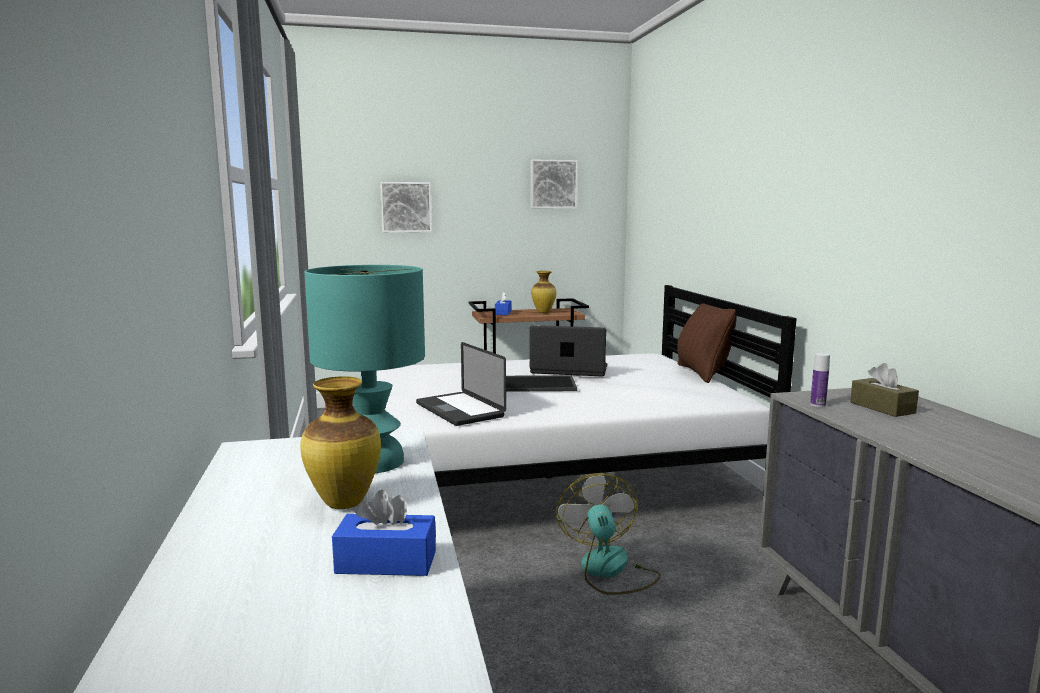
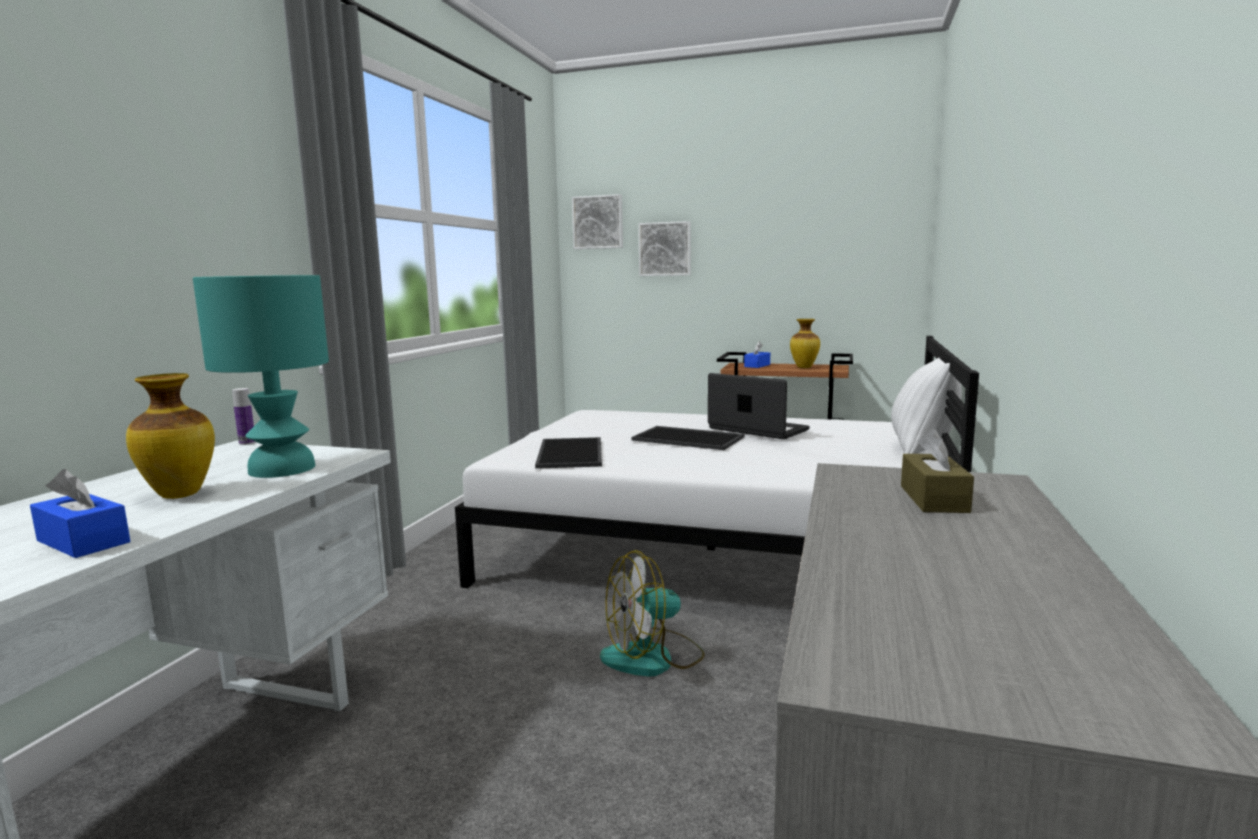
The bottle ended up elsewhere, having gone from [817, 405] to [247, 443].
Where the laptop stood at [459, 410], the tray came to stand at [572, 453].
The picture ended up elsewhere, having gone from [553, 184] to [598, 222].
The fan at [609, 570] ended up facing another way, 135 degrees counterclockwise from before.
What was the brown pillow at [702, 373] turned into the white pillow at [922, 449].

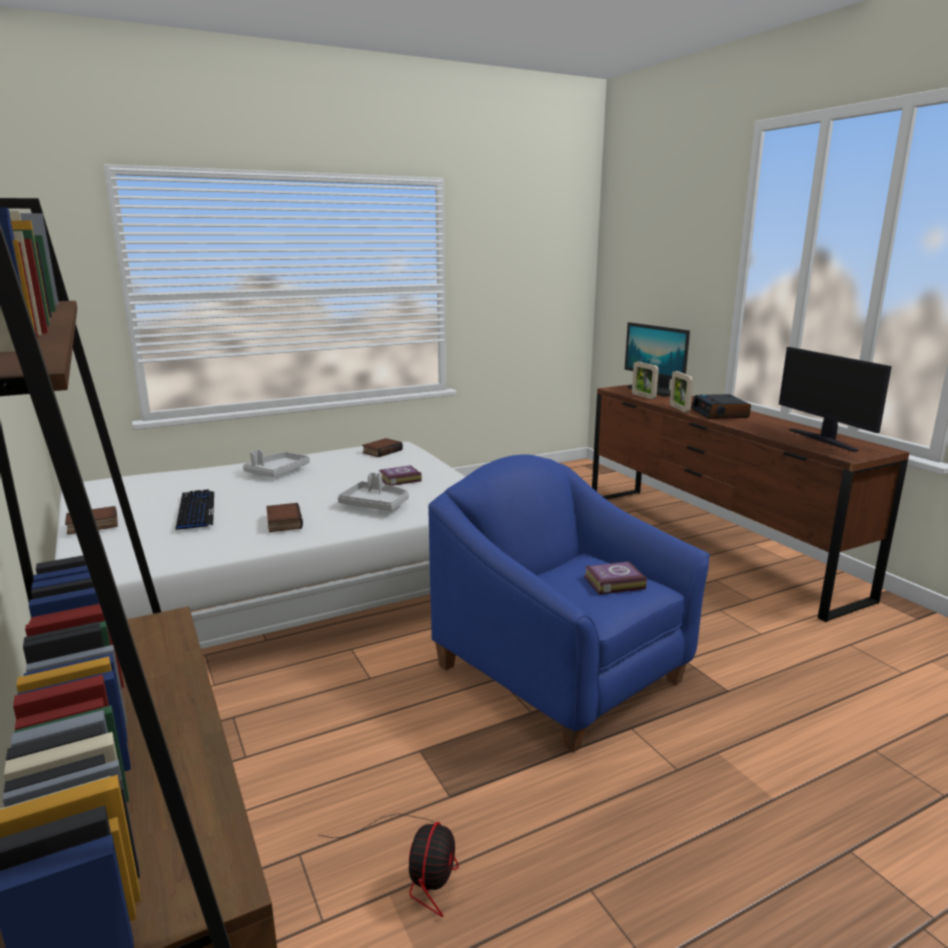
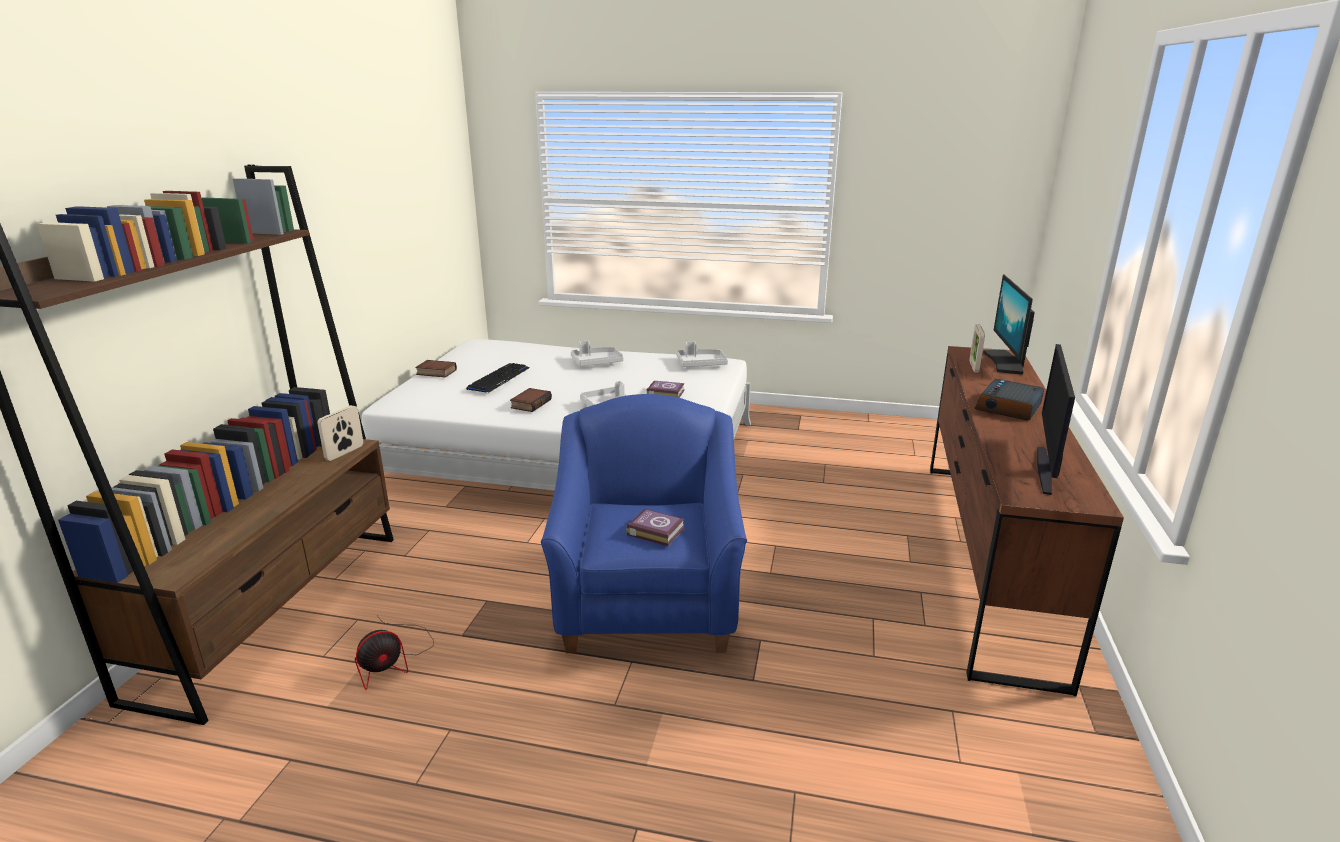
The picture frame ended up elsewhere, having gone from [679, 409] to [344, 453].
Where the book stood at [382, 451], the grey tray came to stand at [701, 364].

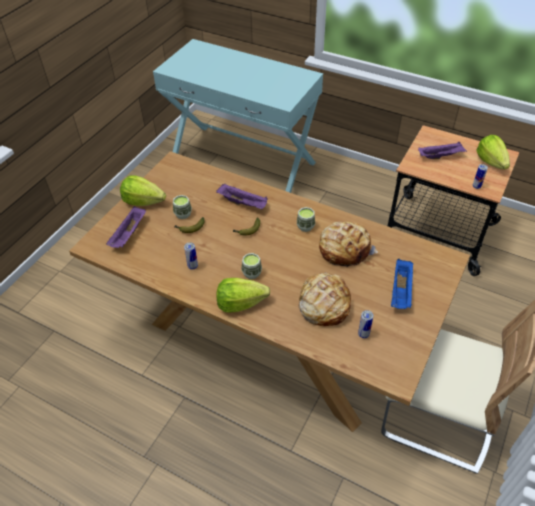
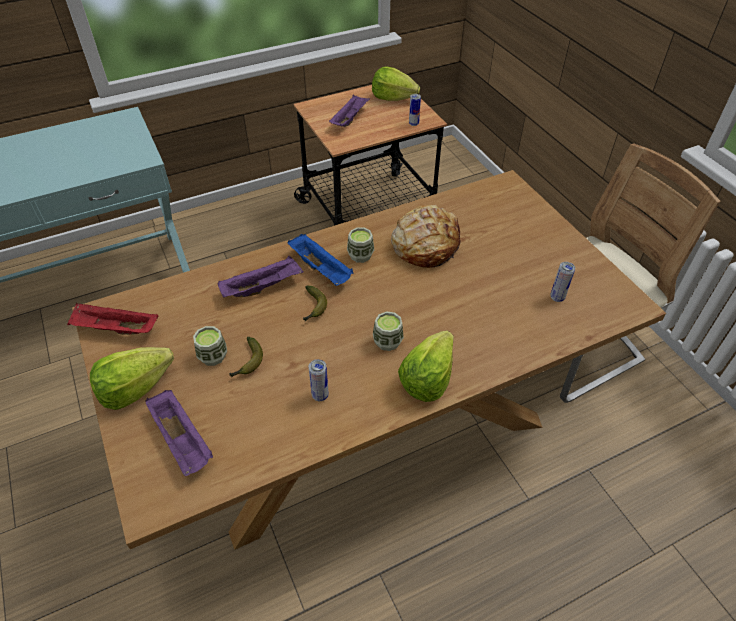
The second view gained the red tray at [115, 329].
The blue tray ended up elsewhere, having gone from [401, 291] to [321, 269].
The second view lost the bread at [323, 305].

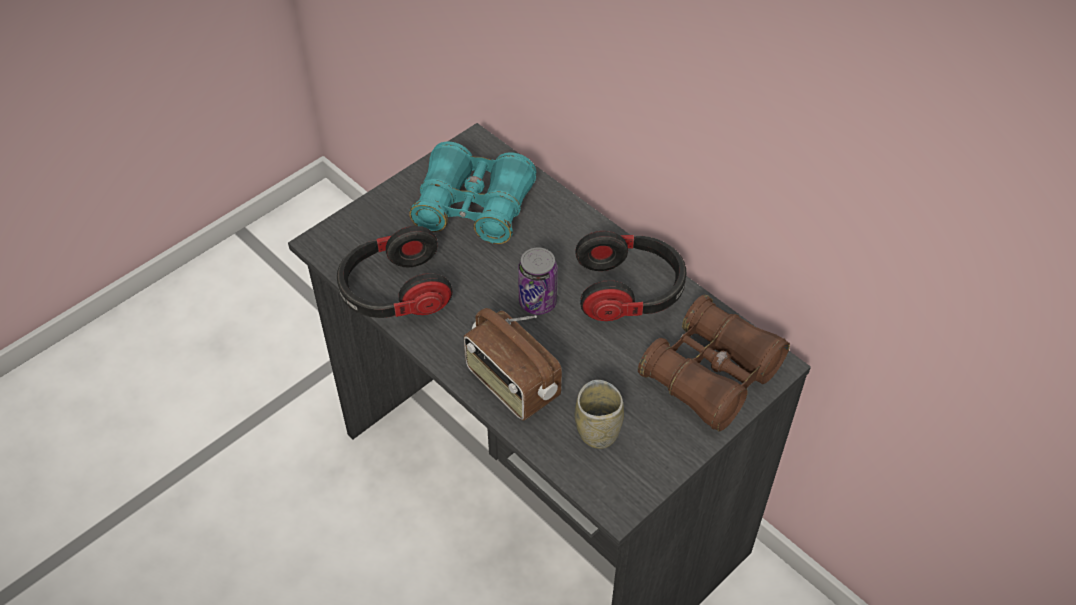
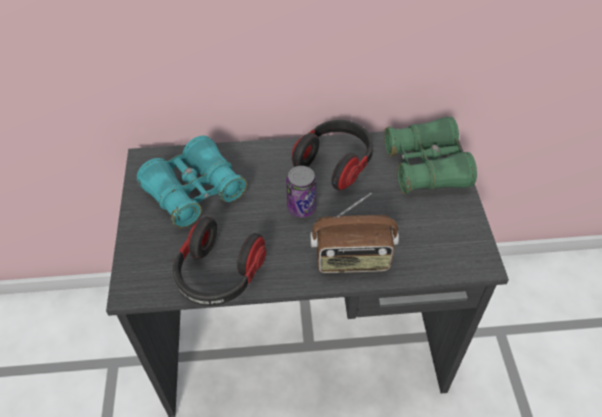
What was the brown binoculars at [711, 375] turned into the green binoculars at [426, 167].
The second view lost the cup at [597, 431].

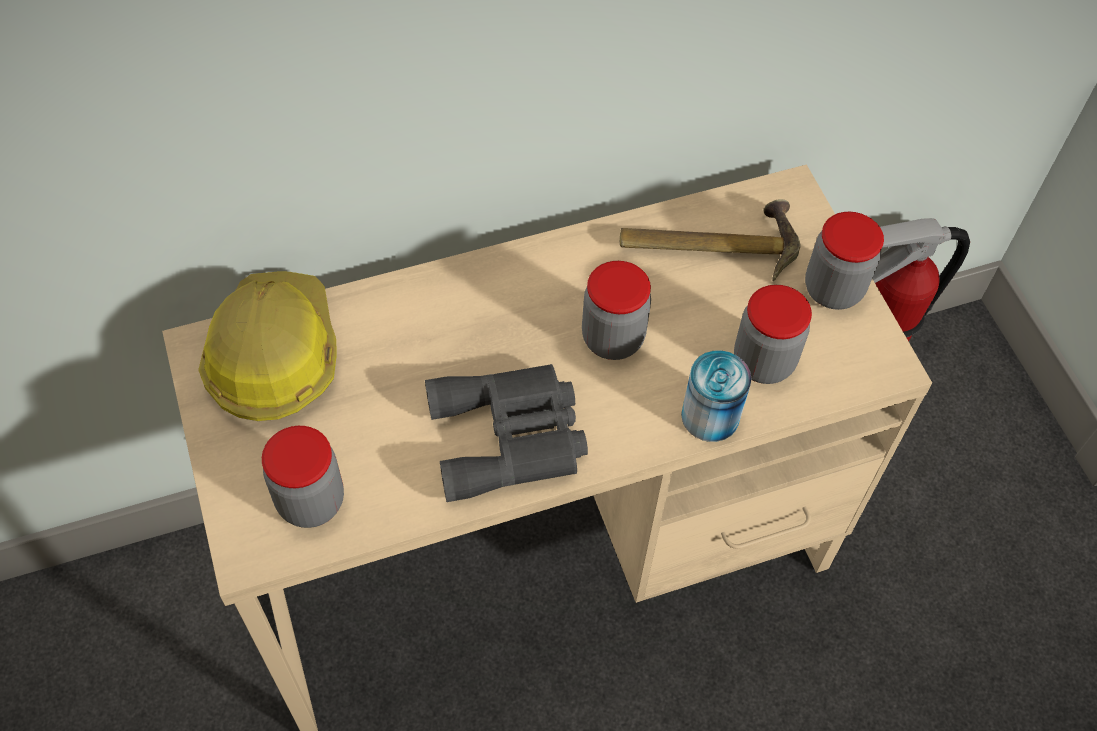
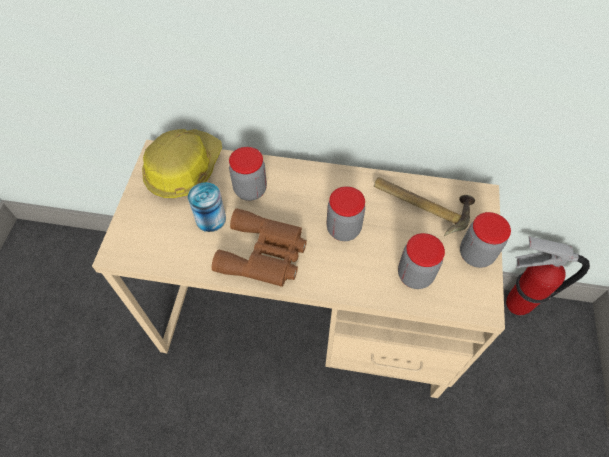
The can ended up elsewhere, having gone from [710, 416] to [210, 219].
What was the grey binoculars at [511, 437] turned into the brown binoculars at [264, 254].
The jar ended up elsewhere, having gone from [311, 501] to [250, 190].

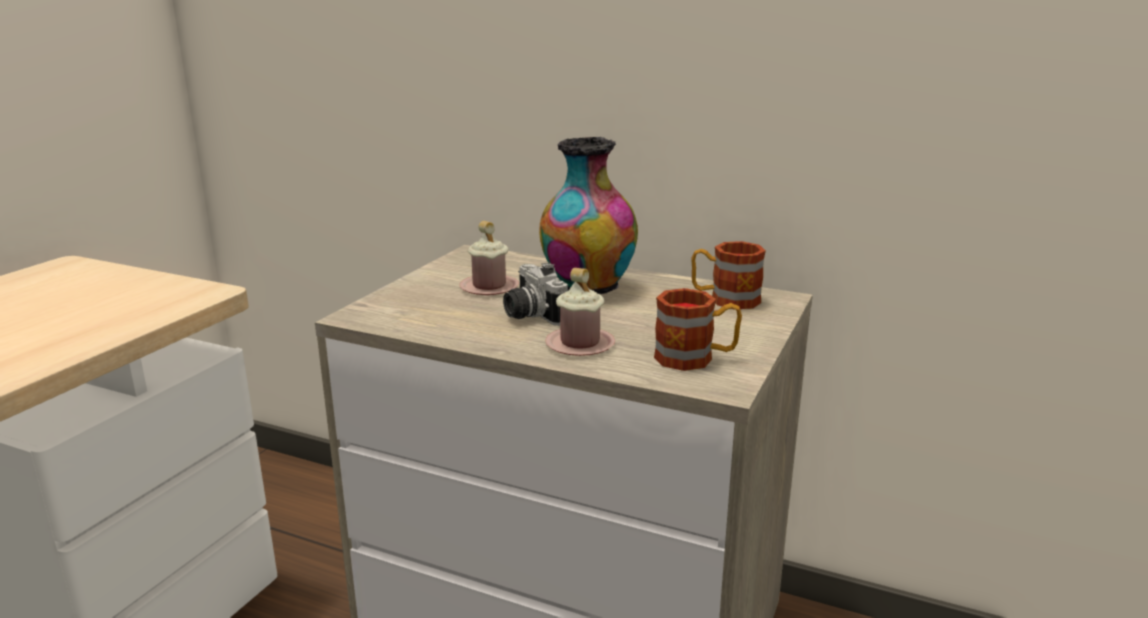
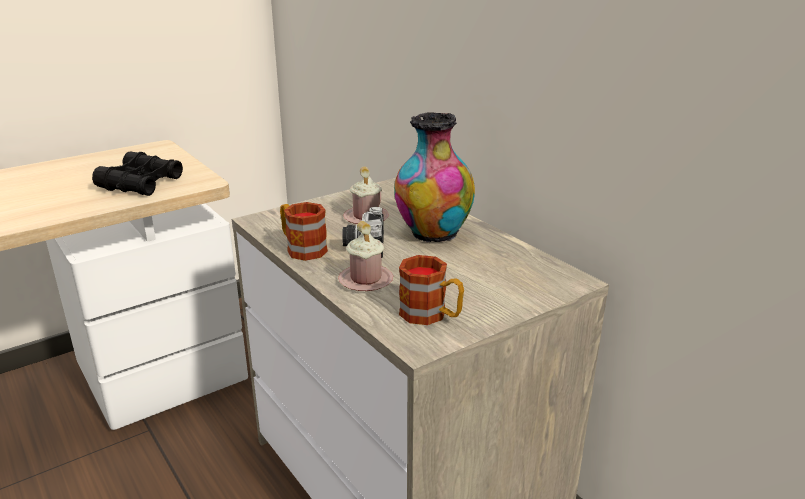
The second view gained the black binoculars at [141, 183].
The mug ended up elsewhere, having gone from [725, 299] to [301, 248].

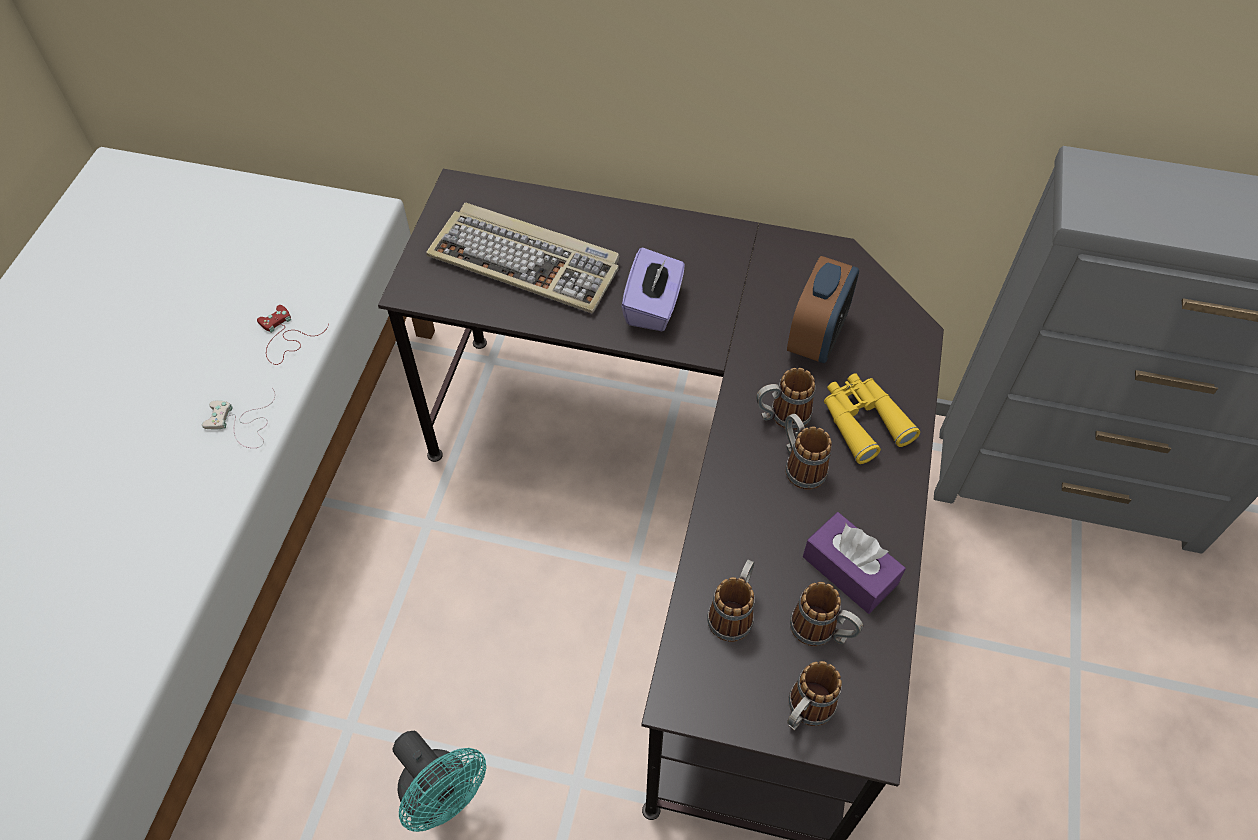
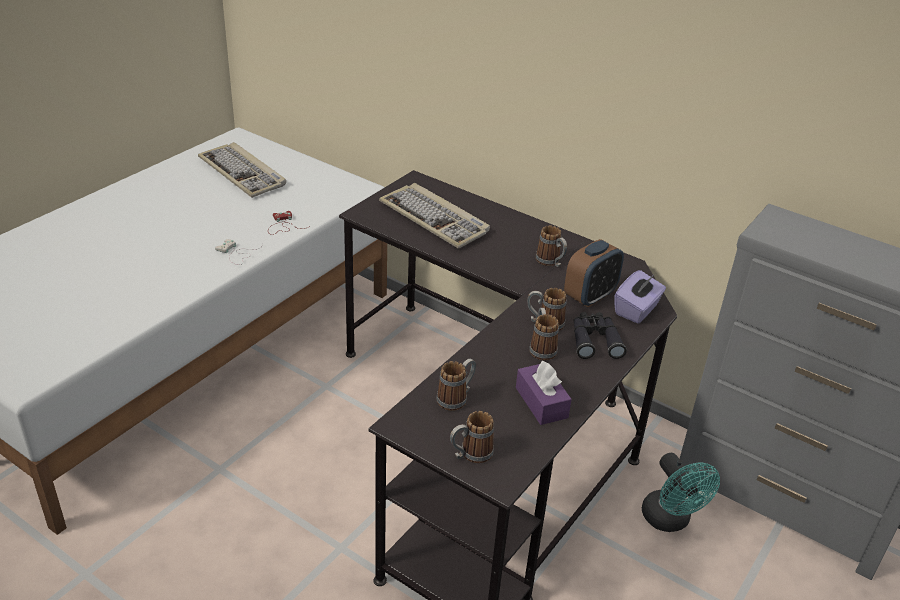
The second view gained the keyboard at [243, 173].
The mug ended up elsewhere, having gone from [822, 631] to [551, 262].
What was the yellow binoculars at [862, 421] turned into the black binoculars at [595, 340].
The purple tissue box ended up elsewhere, having gone from [653, 306] to [637, 310].
The turquoise fan ended up elsewhere, having gone from [444, 798] to [670, 521].

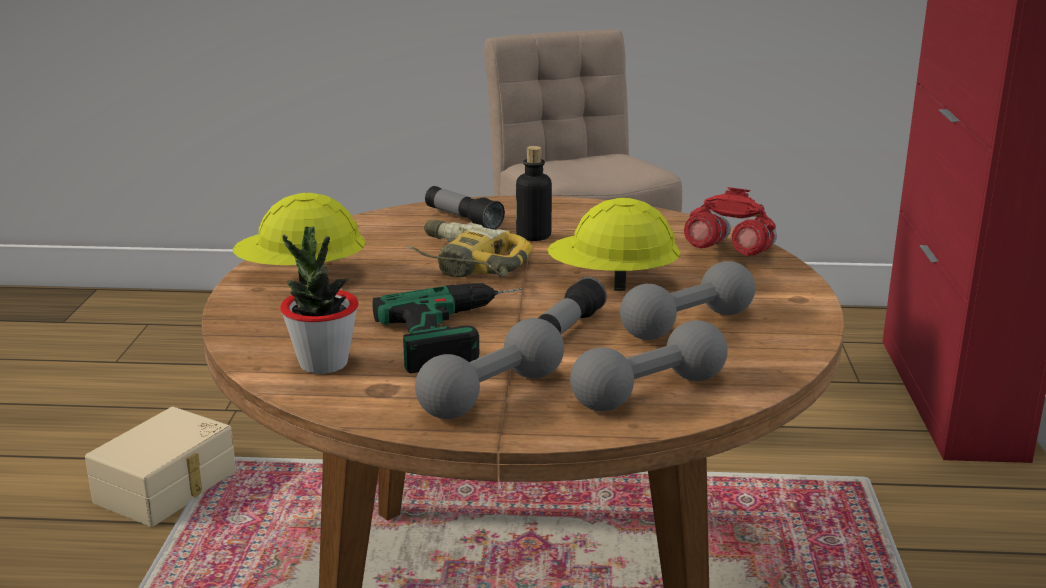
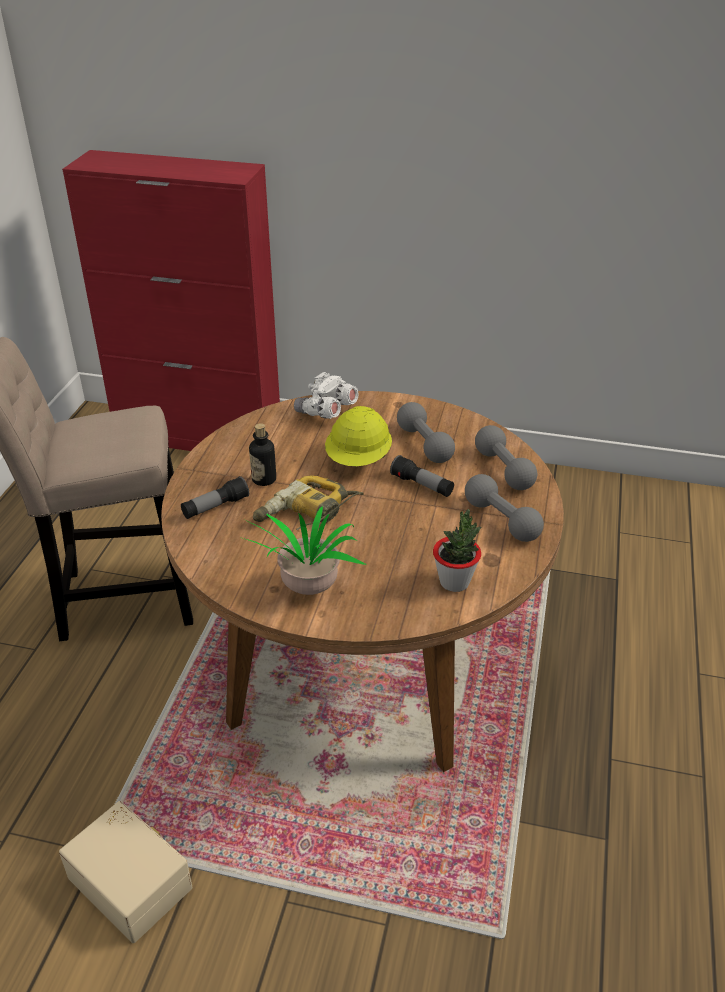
Where the yellow hard hat stood at [302, 278], the potted plant came to stand at [308, 591].
What was the red binoculars at [729, 254] turned into the white binoculars at [326, 412].
The second view lost the power drill at [464, 333].

